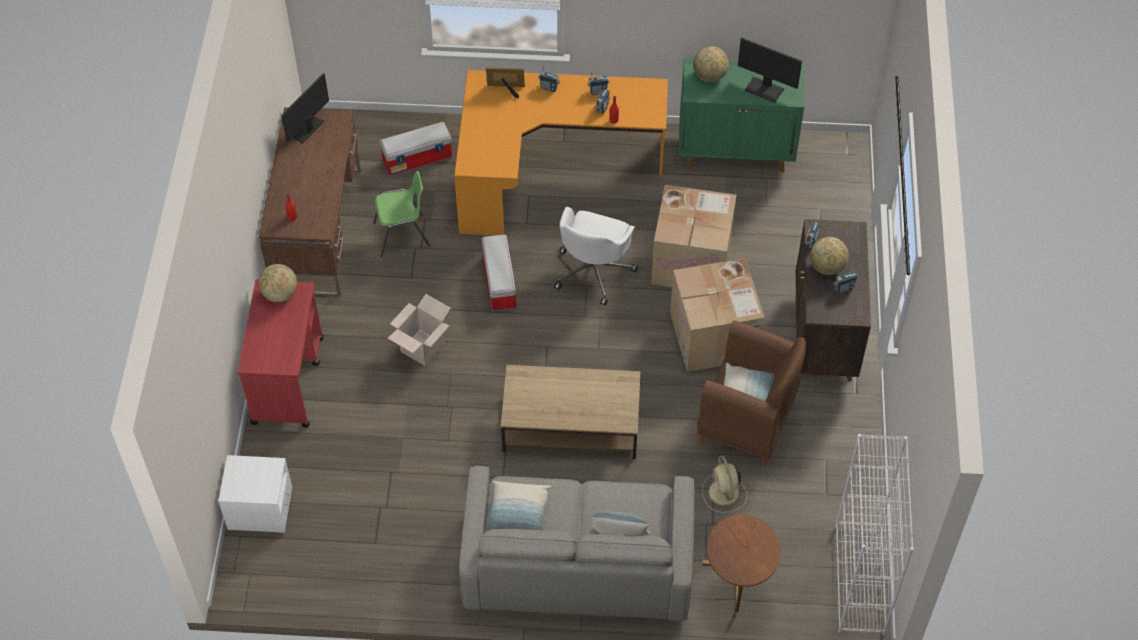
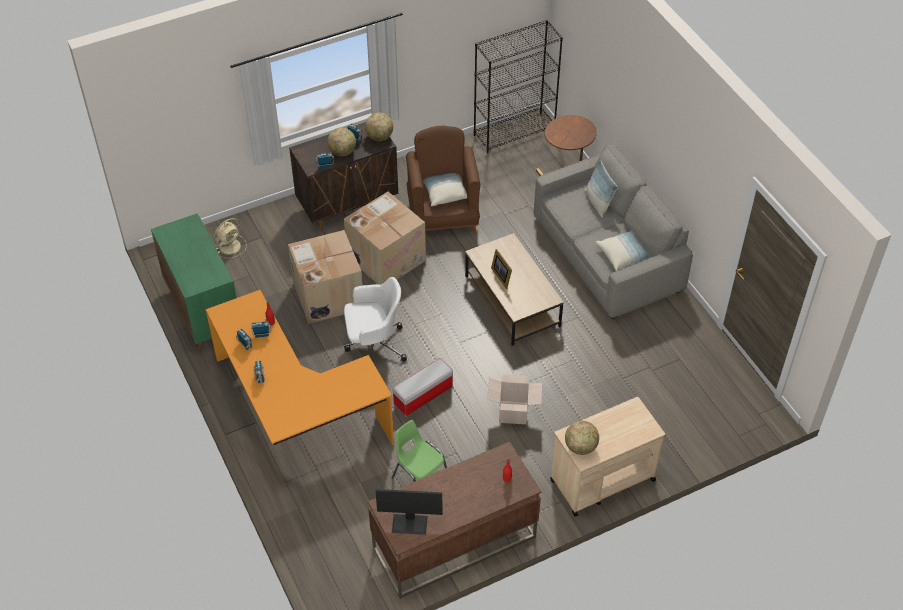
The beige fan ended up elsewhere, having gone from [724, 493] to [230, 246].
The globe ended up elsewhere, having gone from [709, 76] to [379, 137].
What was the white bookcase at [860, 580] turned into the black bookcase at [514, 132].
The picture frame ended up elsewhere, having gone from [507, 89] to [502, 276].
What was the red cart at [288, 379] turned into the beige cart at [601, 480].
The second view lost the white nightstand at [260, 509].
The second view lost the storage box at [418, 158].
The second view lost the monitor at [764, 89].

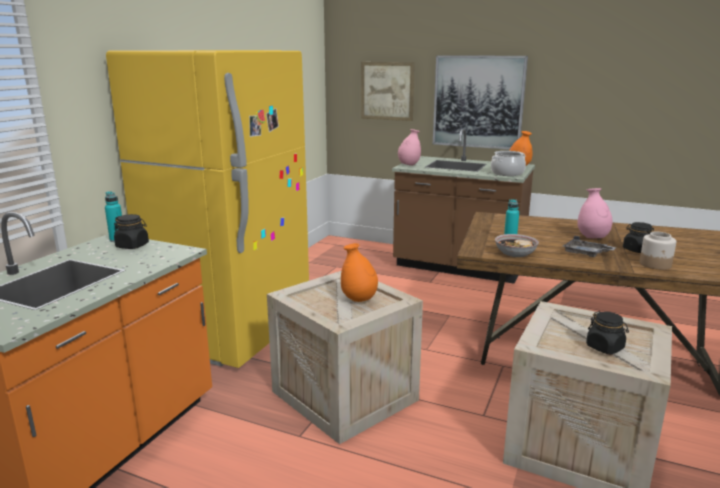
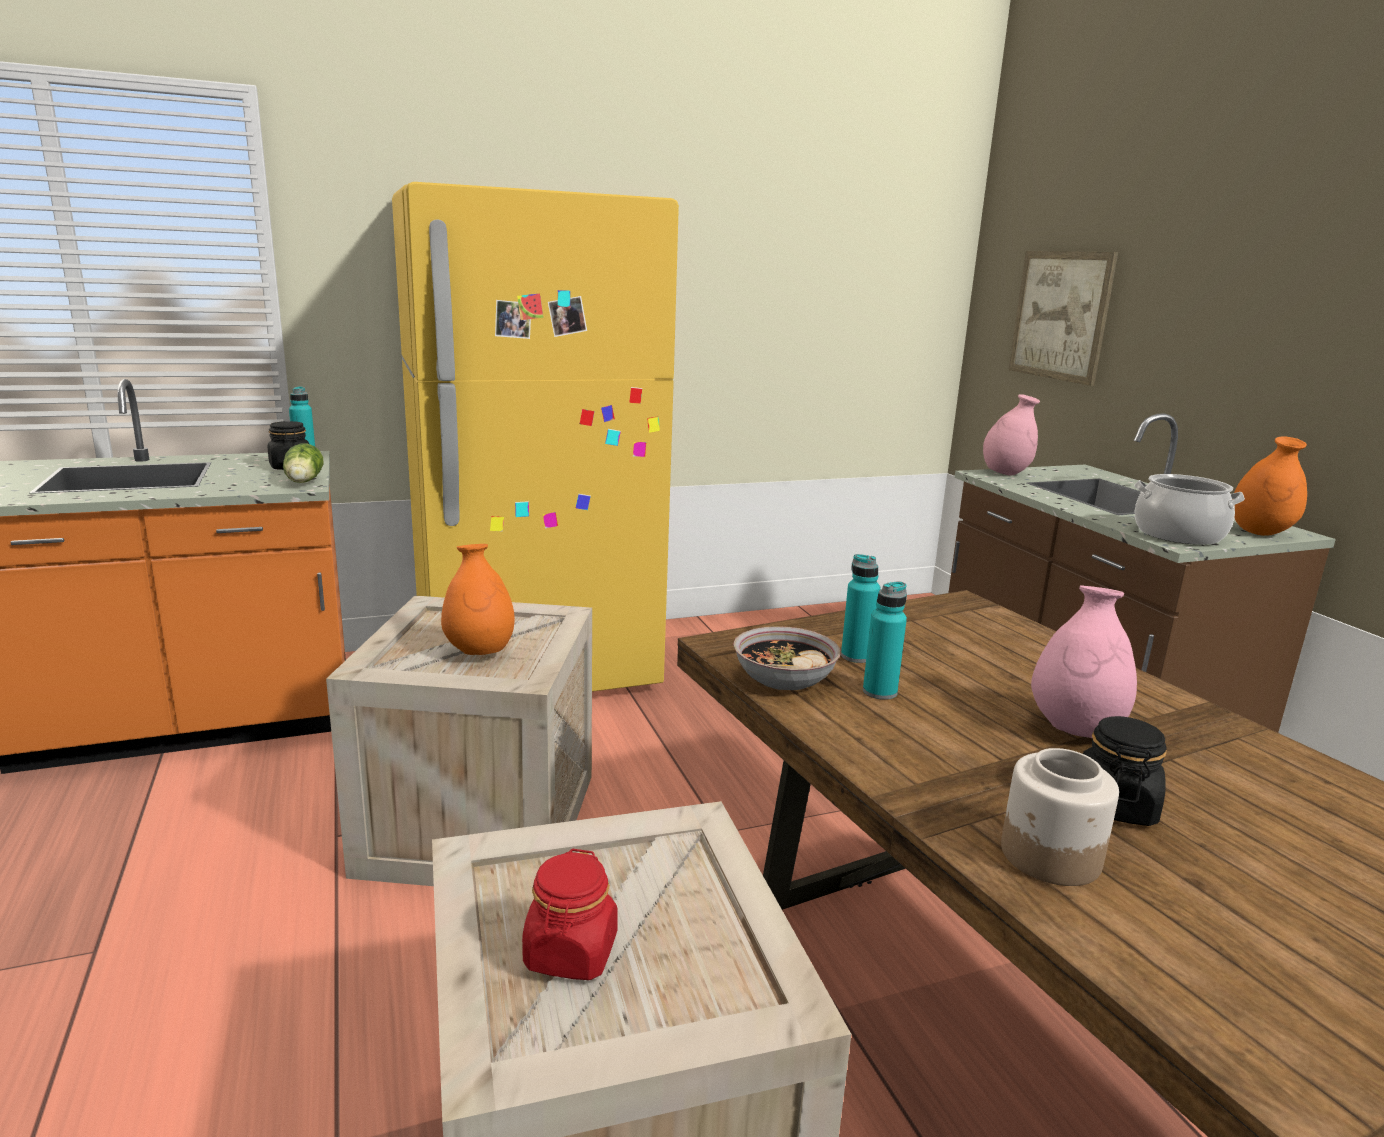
The second view gained the lettuce at [303, 482].
What was the black jar at [605, 347] turned into the red jar at [571, 953].
The second view gained the turquoise bottle at [879, 692].
The second view lost the picture at [478, 102].
The second view lost the grey tray at [586, 254].

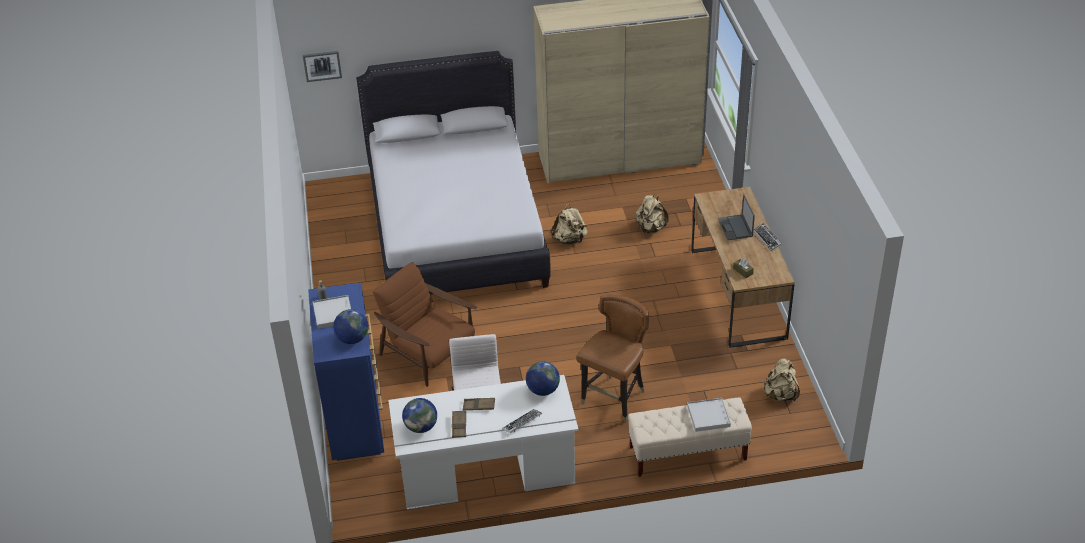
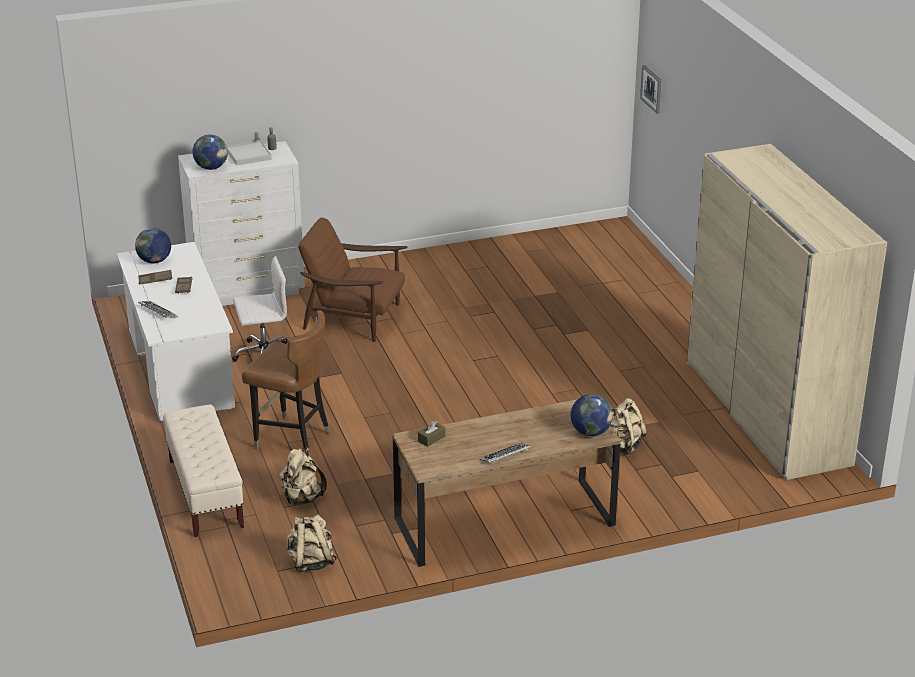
What was the blue dresser at [356, 423] turned into the white dresser at [248, 291].
The beige backpack ended up elsewhere, having gone from [570, 240] to [302, 498].
The brown armchair at [428, 353] ended up facing another way, 105 degrees counterclockwise from before.
The globe ended up elsewhere, having gone from [543, 390] to [590, 432].
The second view lost the white bed at [455, 228].
The second view lost the white tray at [708, 416].
The second view lost the laptop at [735, 228].

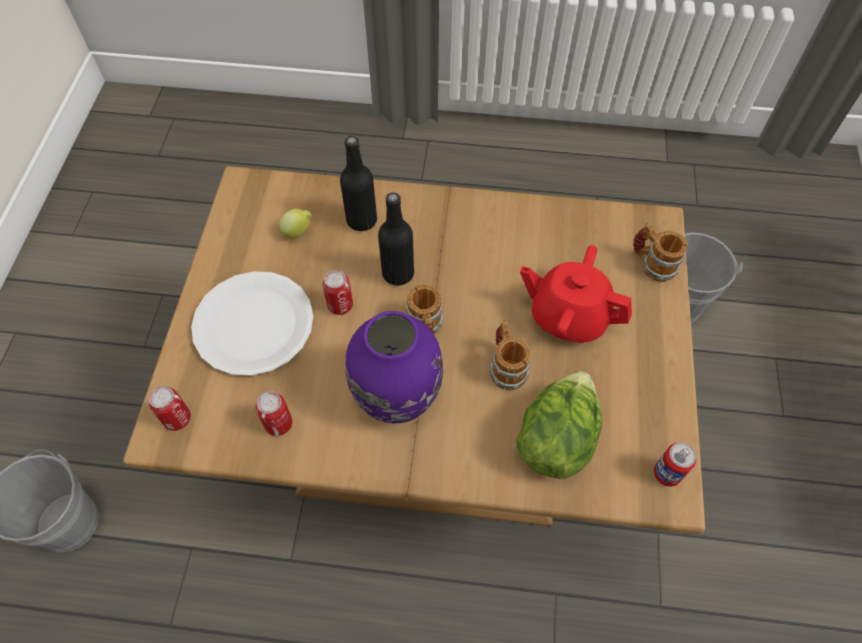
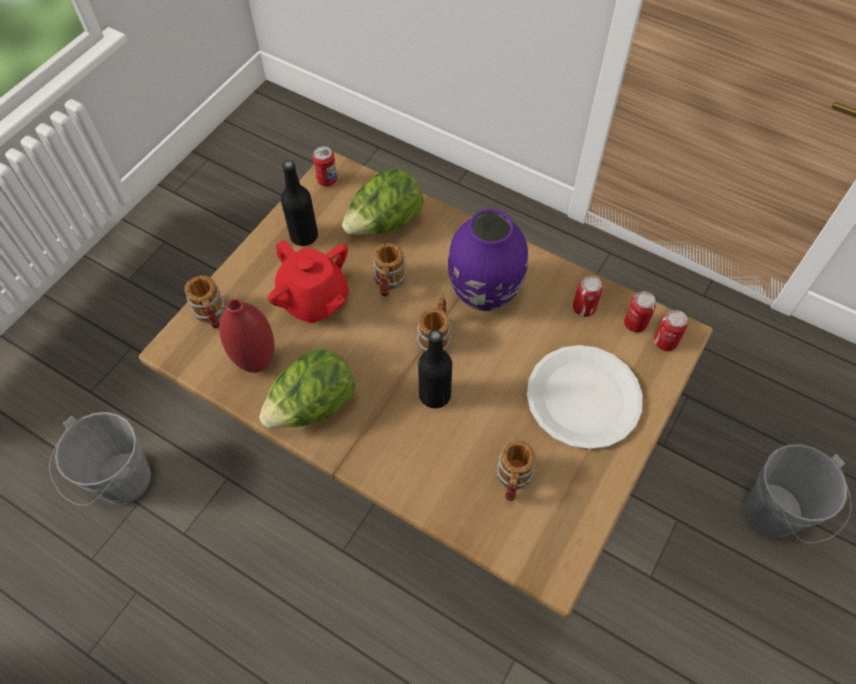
The second view gained the red vase at [257, 362].
The second view gained the lettuce at [313, 406].
The black bottle ended up elsewhere, having gone from [361, 220] to [304, 236].
Where the lemon stood at [298, 232], the mug came to stand at [512, 480].
The can ended up elsewhere, having gone from [340, 305] to [635, 323].

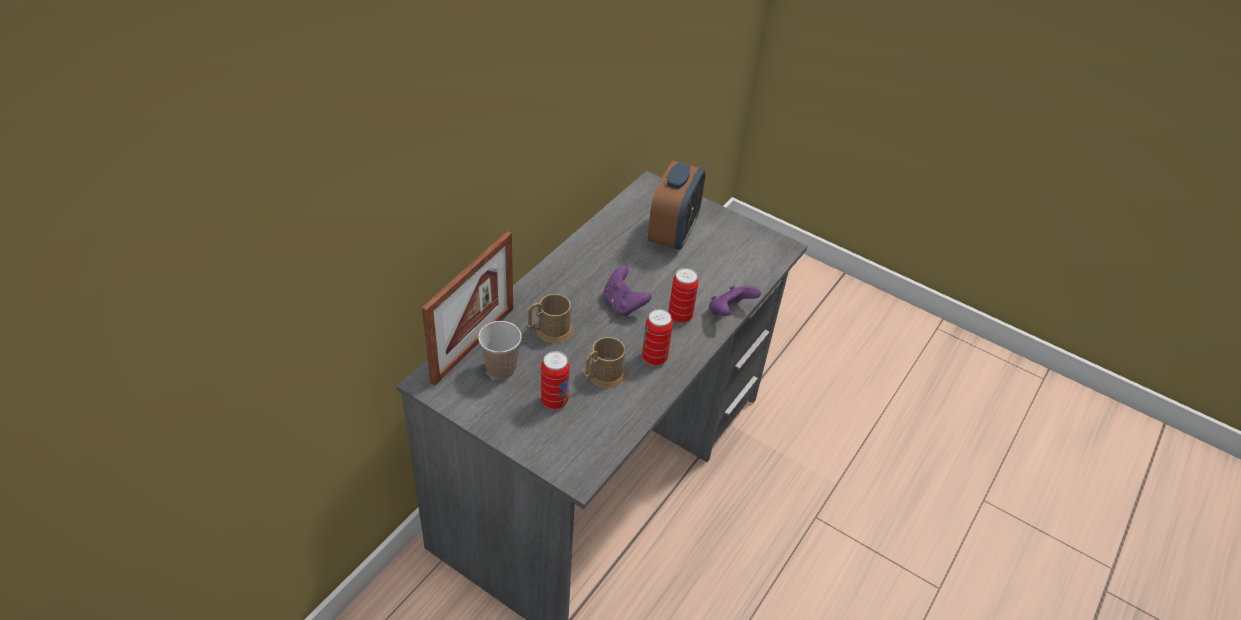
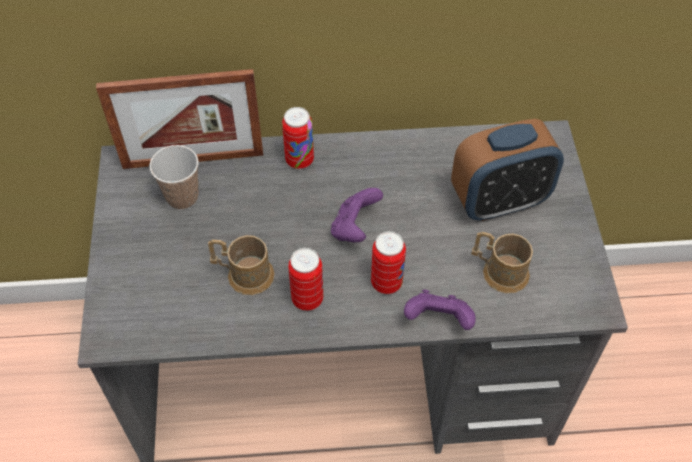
The can ended up elsewhere, having gone from [554, 401] to [299, 160].
The brown mug ended up elsewhere, having gone from [549, 331] to [499, 271].

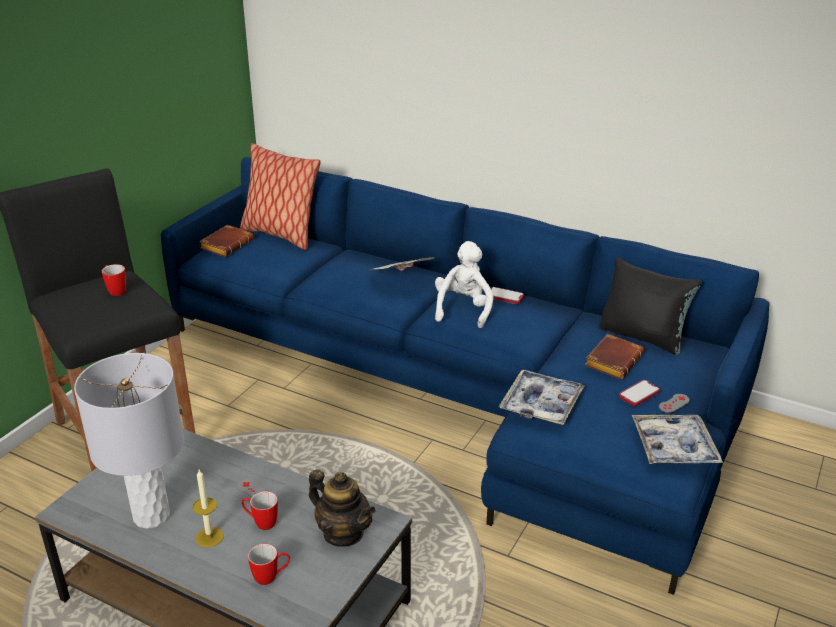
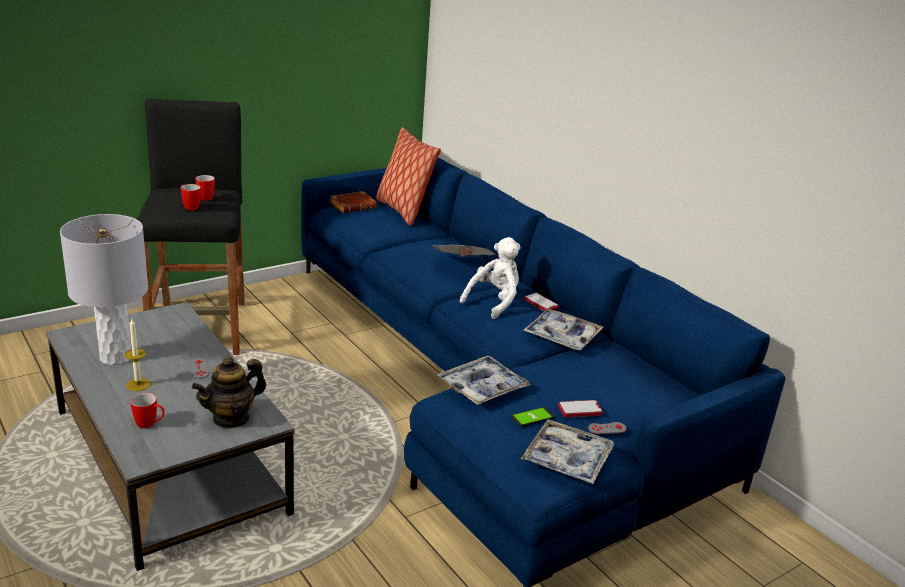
The mug ended up elsewhere, having gone from [261, 523] to [189, 207].
The teapot at [343, 533] ended up facing another way, 75 degrees clockwise from before.
The second view gained the phone at [532, 417].
The second view gained the tray at [562, 336].
The second view lost the brown book at [612, 360].
The second view lost the black pillow at [643, 336].

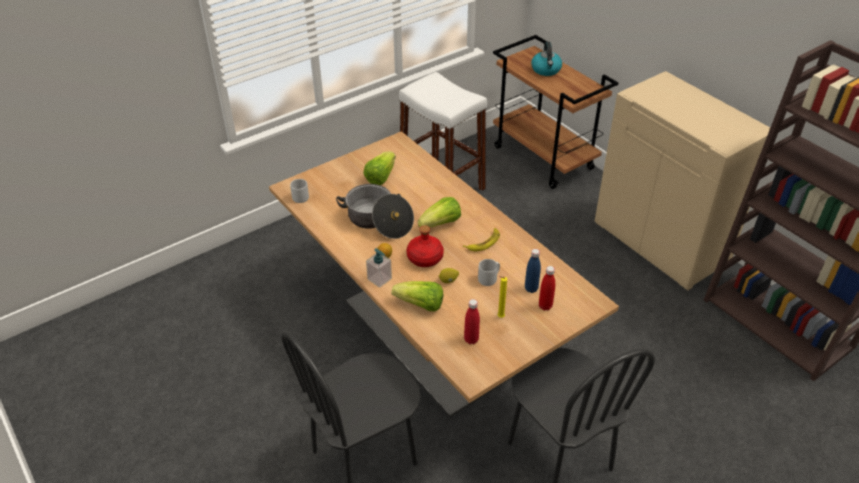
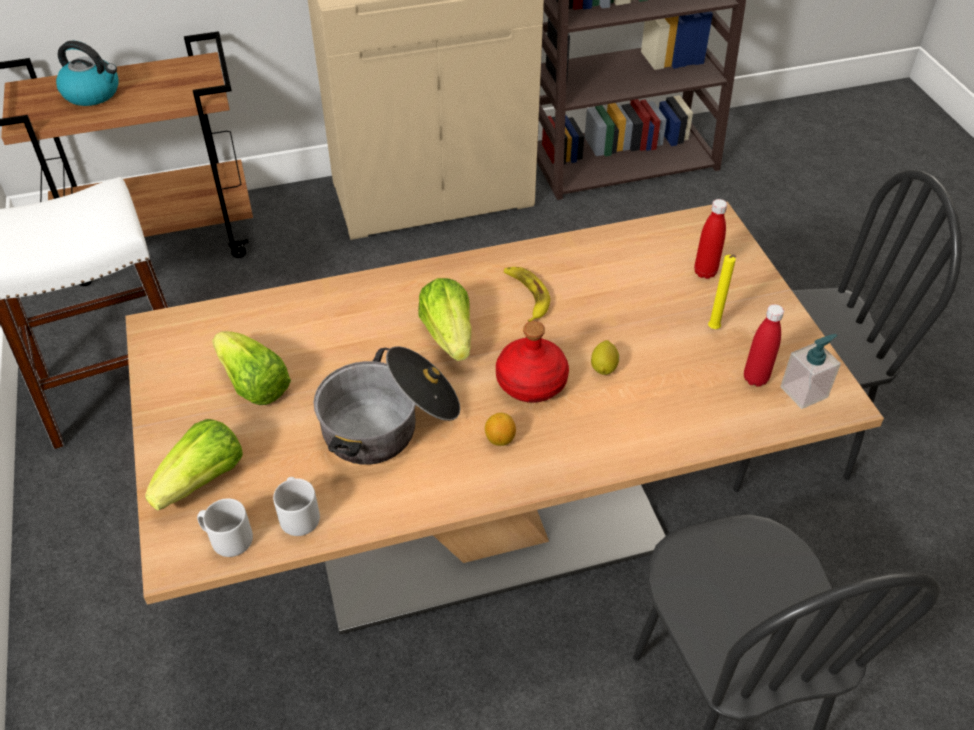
The lettuce ended up elsewhere, having gone from [420, 305] to [203, 480].
The grey mug ended up elsewhere, having gone from [489, 278] to [299, 515].
The soap dispenser ended up elsewhere, having gone from [379, 279] to [804, 392].
The second view lost the blue bottle at [531, 289].

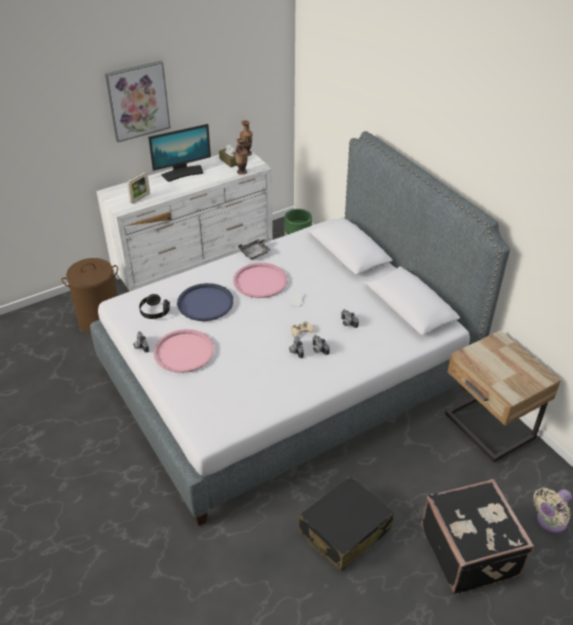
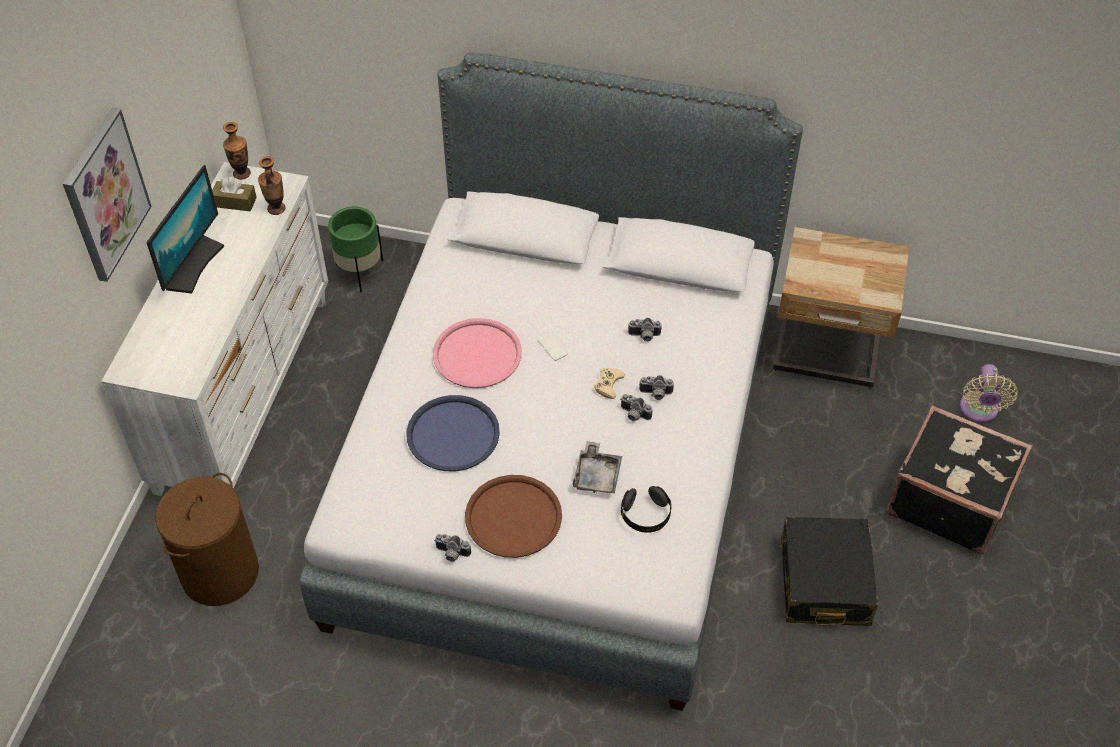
What was the pink tray at [184, 352] turned into the brown tray at [513, 517].
The grey tray ended up elsewhere, having gone from [256, 253] to [597, 475].
The black headphones ended up elsewhere, having gone from [154, 312] to [645, 515].
The second view lost the picture frame at [140, 198].

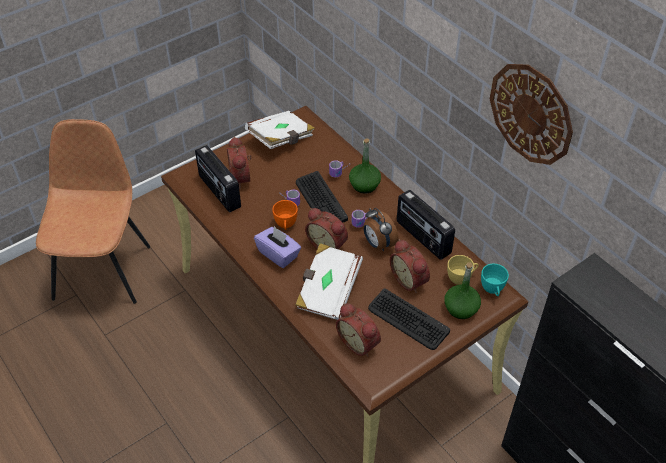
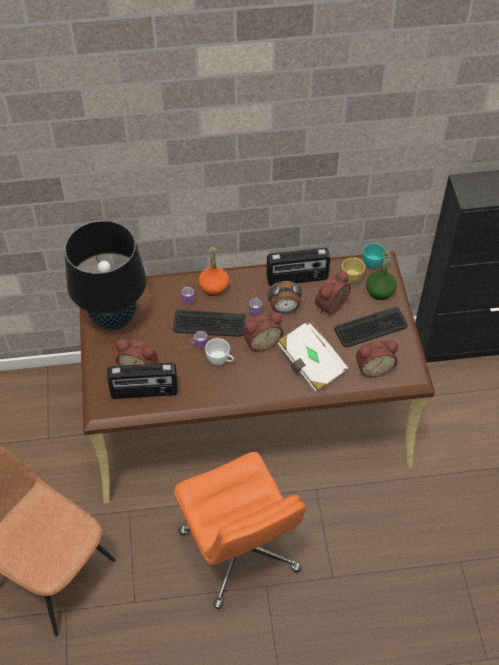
Where the white book stood at [281, 139], the black table lamp came to stand at [113, 318].
The second view gained the orange office chair at [240, 552].
What was the green bottle at [364, 185] turned into the orange bottle at [214, 287].
What was the orange cup at [285, 225] turned into the white cup at [220, 361].
The alarm clock at [410, 279] ended up facing another way, 135 degrees clockwise from before.
The second view lost the purple tissue box at [278, 254].
The second view lost the wall clock at [531, 113].

